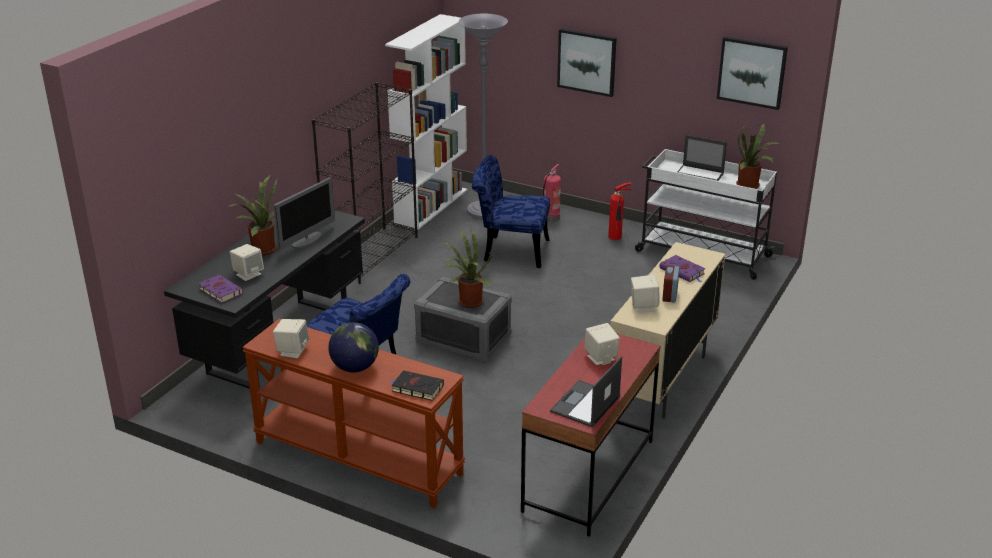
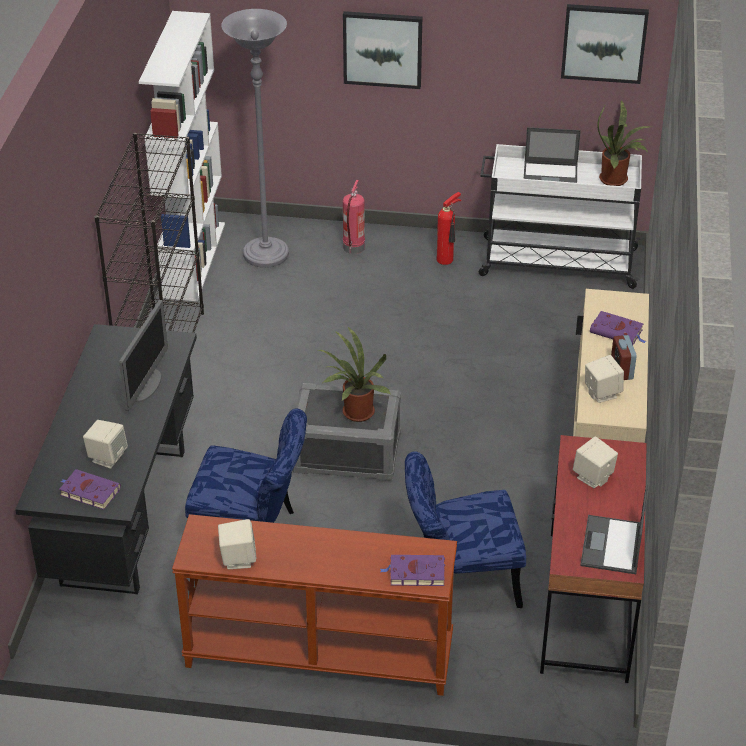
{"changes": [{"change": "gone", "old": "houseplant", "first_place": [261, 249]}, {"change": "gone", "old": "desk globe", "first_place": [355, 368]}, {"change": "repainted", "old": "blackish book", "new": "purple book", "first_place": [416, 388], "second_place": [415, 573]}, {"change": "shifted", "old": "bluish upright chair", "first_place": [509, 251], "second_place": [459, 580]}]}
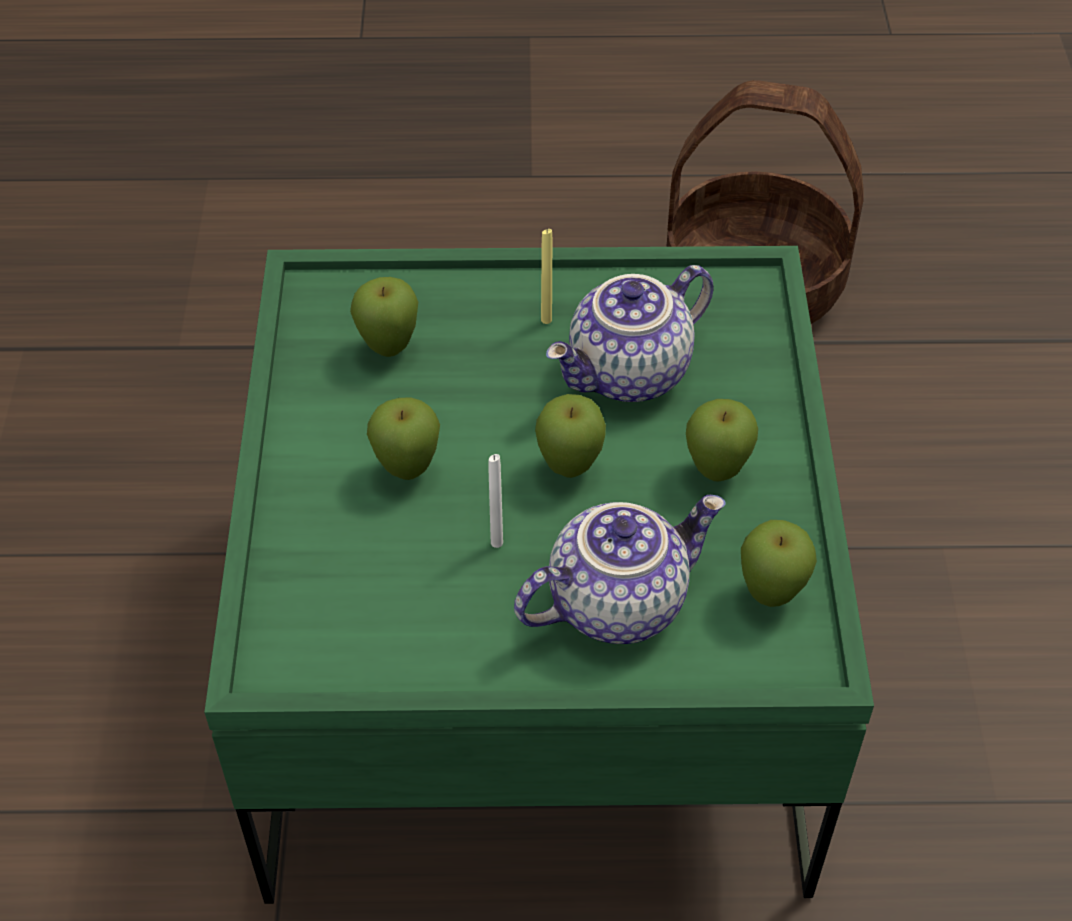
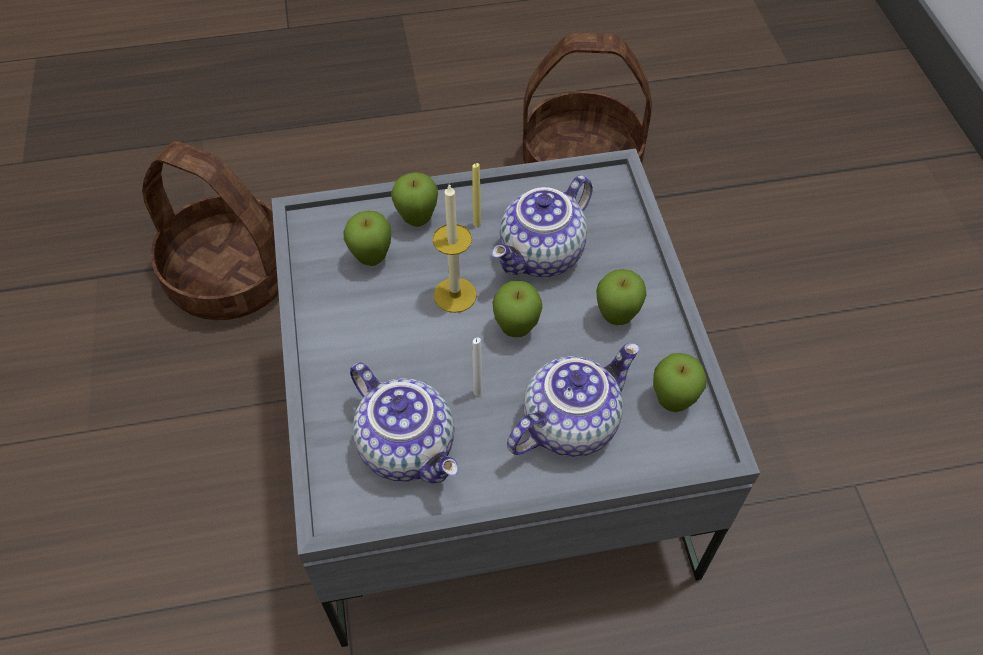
{"changes": [{"change": "repainted", "old": "green coffee table", "new": "gray coffee table", "first_place": [535, 668], "second_place": [491, 451]}, {"change": "shifted", "old": "apple", "first_place": [407, 471], "second_place": [417, 221]}, {"change": "new", "new": "household basket", "second_place": [232, 275]}, {"change": "new", "new": "pot for tea", "second_place": [409, 447]}, {"change": "new", "new": "wax light", "second_place": [455, 295]}]}
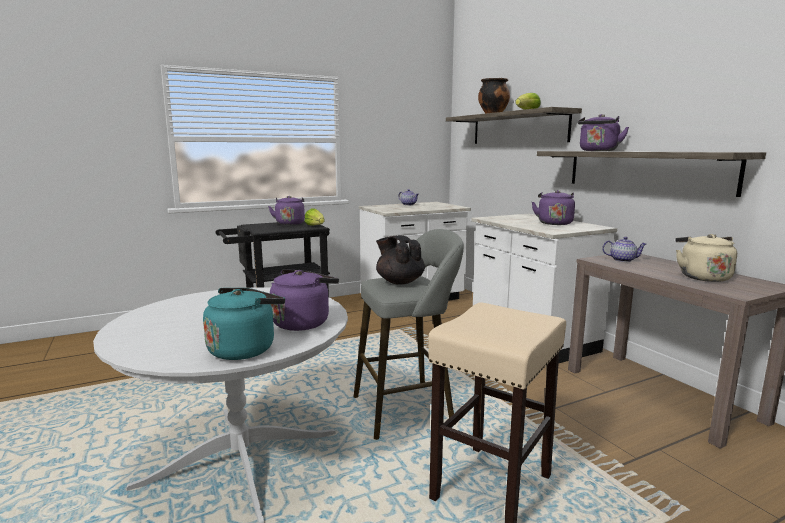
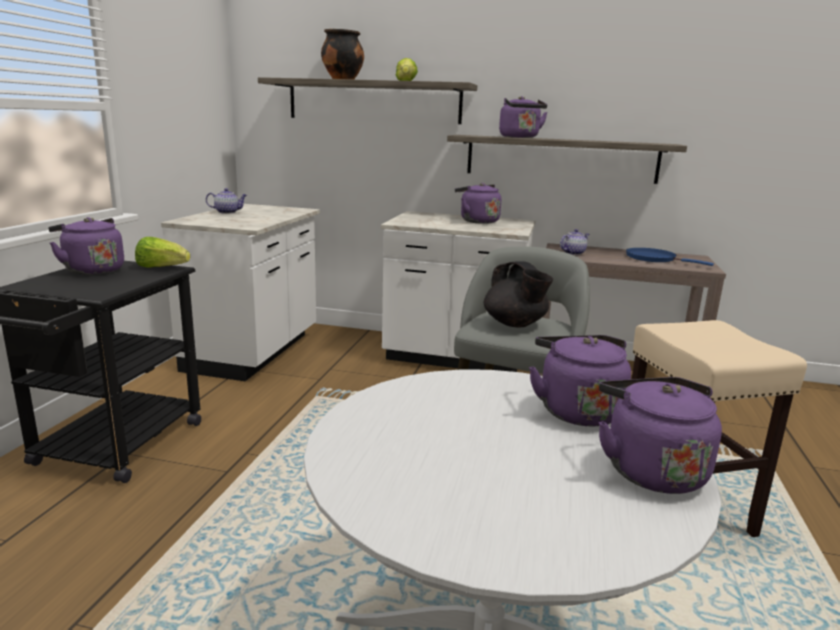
{"changes": [{"change": "repainted", "old": "turquoise kettle", "new": "purple kettle", "first_place": [244, 349], "second_place": [650, 469]}, {"change": "rotated", "old": "blackish pot for tea", "first_place": [399, 282], "second_place": [515, 324], "degrees": -120}, {"change": "swapped", "old": "beige-coloured kettle", "new": "bluish frying pan", "first_place": [702, 277], "second_place": [654, 259]}]}
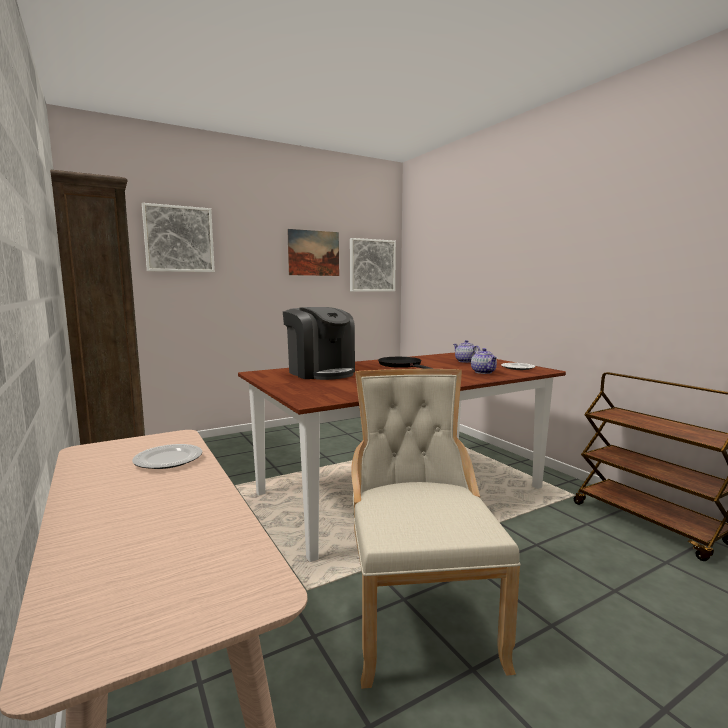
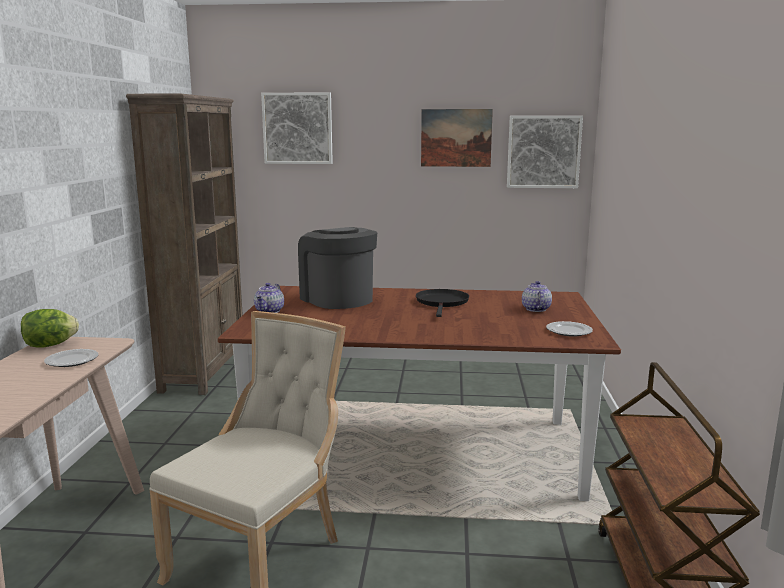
{"changes": [{"change": "rotated", "old": "coffee maker", "first_place": [321, 372], "second_place": [337, 299], "degrees": 150}, {"change": "shifted", "old": "pot for tea", "first_place": [483, 372], "second_place": [269, 311]}, {"change": "new", "new": "head of lettuce", "second_place": [50, 345]}]}
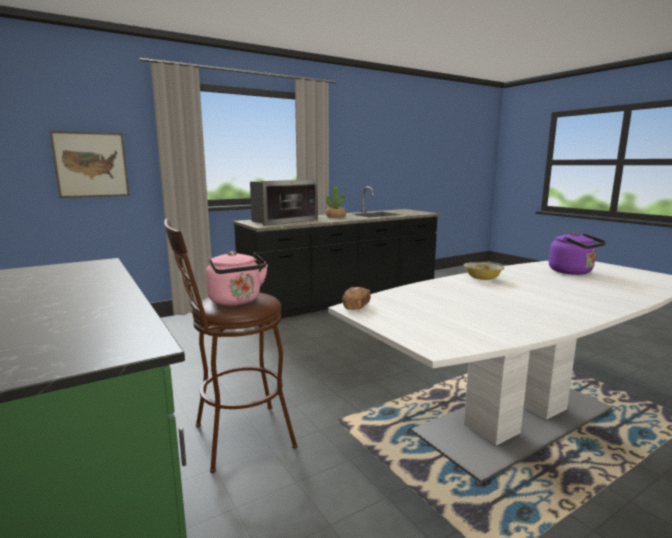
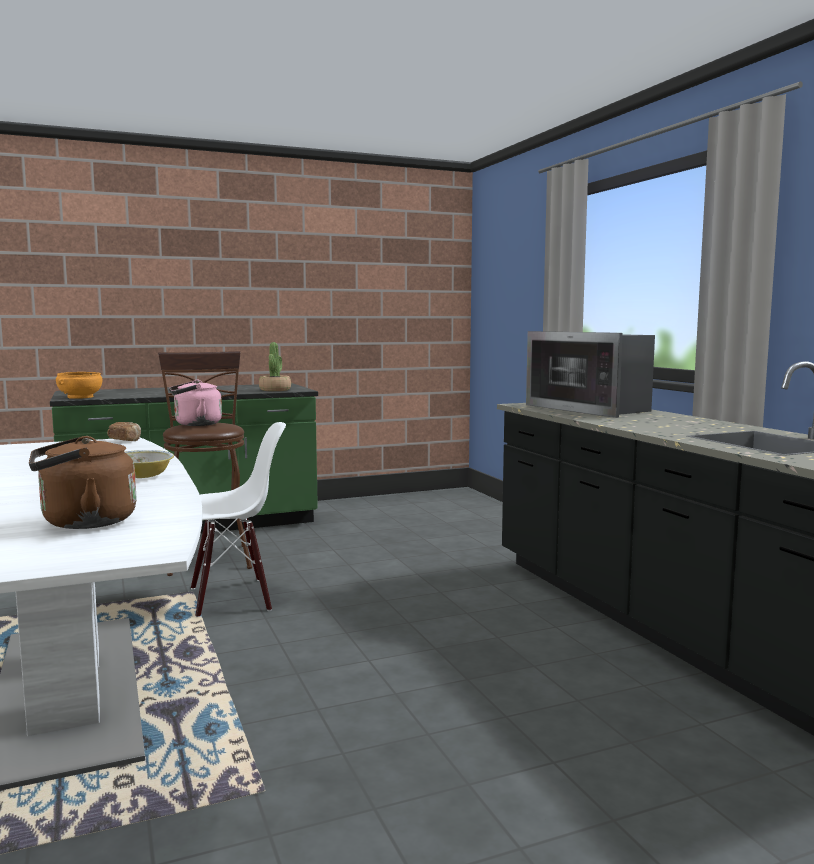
{"changes": [{"change": "gone", "old": "wall art", "first_place": [91, 165]}, {"change": "shifted", "old": "houseplant", "first_place": [336, 216], "second_place": [275, 390]}, {"change": "repainted", "old": "purple kettle", "new": "brownish kettle", "first_place": [573, 272], "second_place": [83, 522]}, {"change": "new", "new": "orangey deep dish", "second_place": [80, 397]}, {"change": "new", "new": "white upright chair", "second_place": [231, 598]}]}
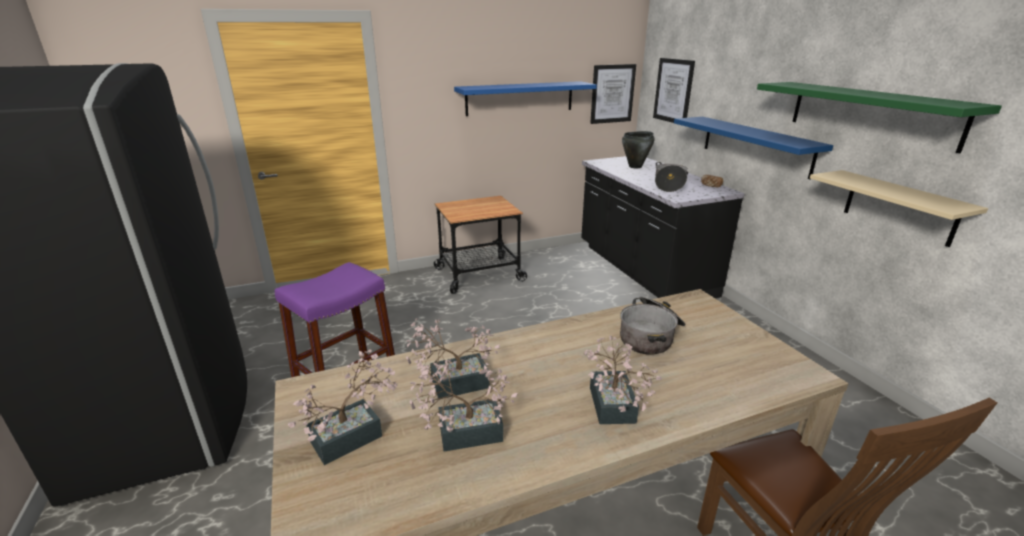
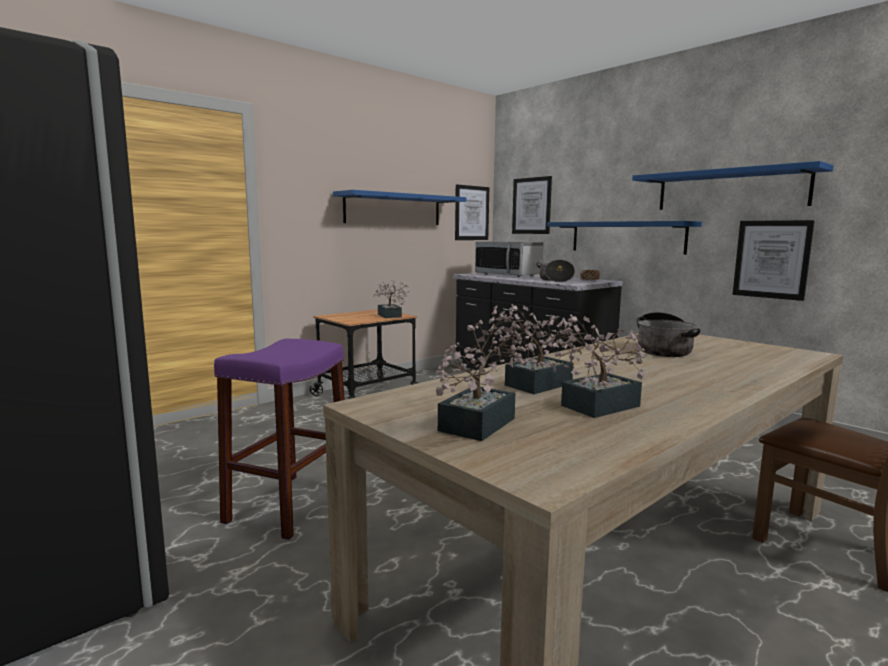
{"changes": [{"change": "shifted", "old": "houseplant", "first_place": [612, 410], "second_place": [390, 316]}, {"change": "swapped", "old": "blackish stockpot", "new": "kitchen microwave", "first_place": [635, 167], "second_place": [508, 275]}, {"change": "repainted", "old": "green shelf", "new": "bluish shelf", "first_place": [871, 113], "second_place": [730, 190]}, {"change": "swapped", "old": "beige-coloured shelf", "new": "wall art", "first_place": [899, 207], "second_place": [771, 259]}]}
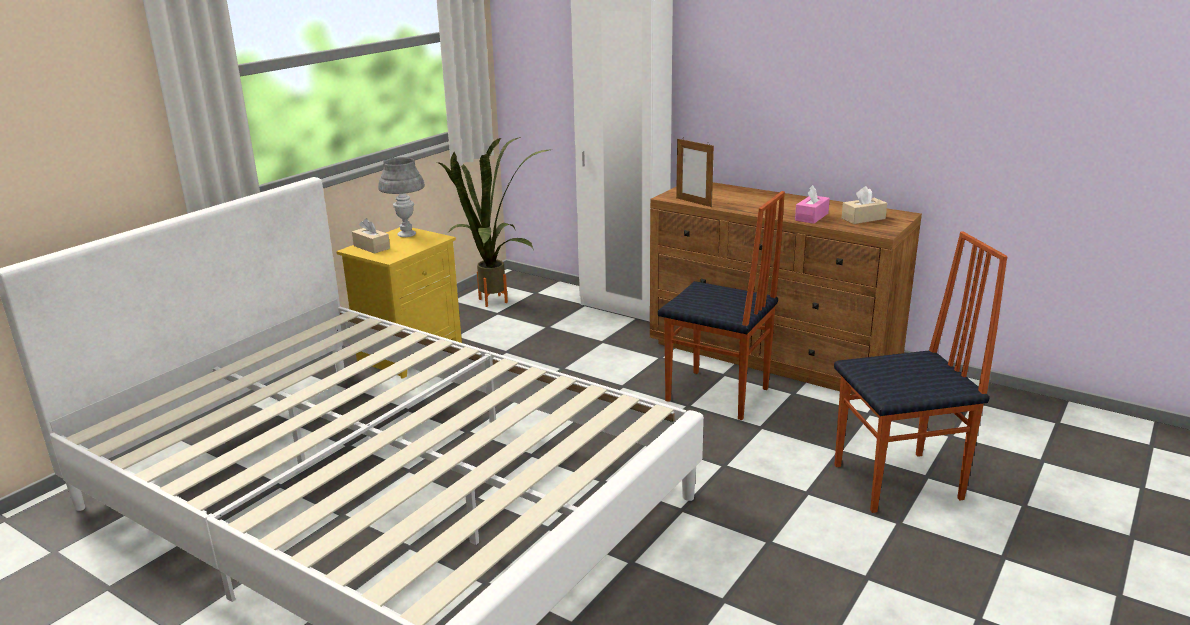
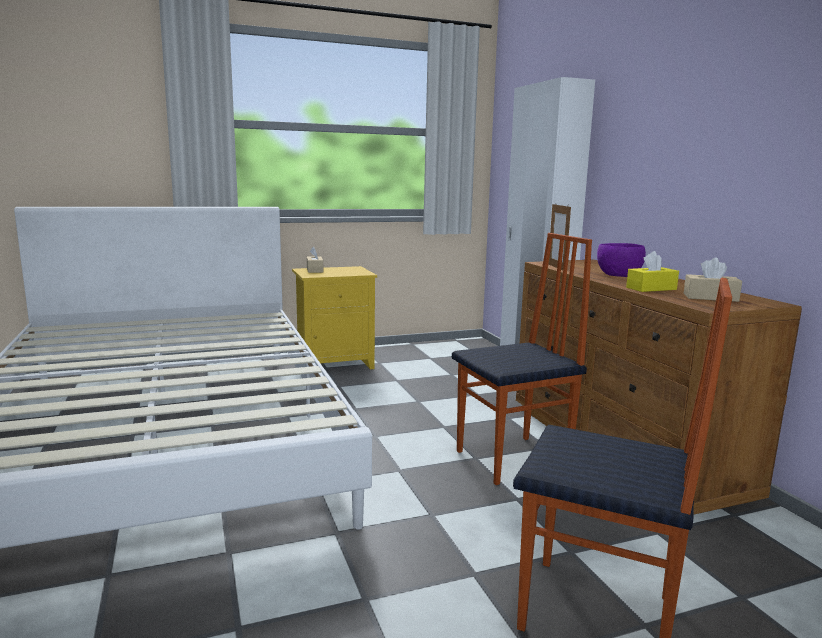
{"changes": [{"change": "gone", "old": "gray table lamp", "first_place": [406, 234]}, {"change": "gone", "old": "houseplant", "first_place": [493, 304]}, {"change": "rotated", "old": "upright chair", "first_place": [717, 395], "second_place": [514, 460], "degrees": -90}, {"change": "repainted", "old": "pink tissue box", "new": "yellow tissue box", "first_place": [811, 217], "second_place": [651, 288]}, {"change": "new", "new": "purple deep dish", "second_place": [619, 276]}]}
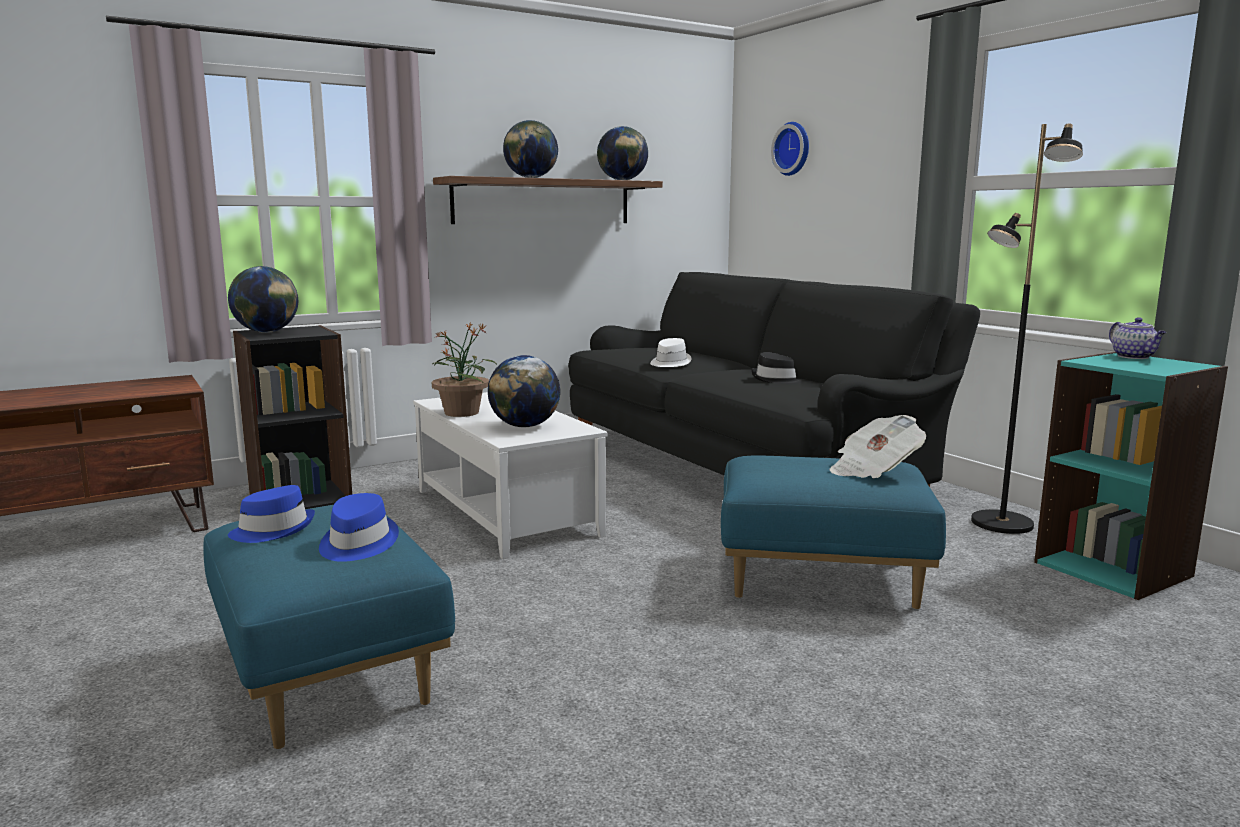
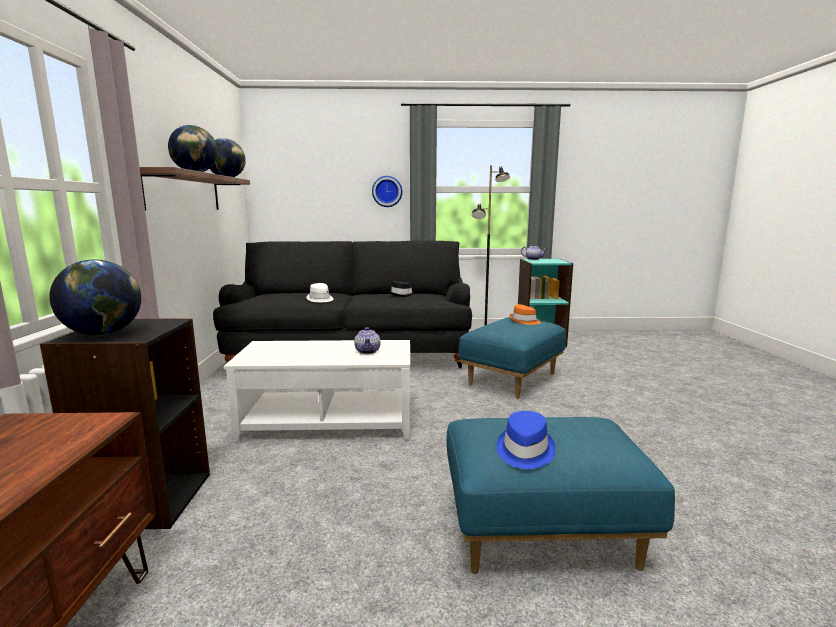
{"changes": [{"change": "gone", "old": "bluish hat", "first_place": [357, 544]}, {"change": "gone", "old": "houseplant", "first_place": [462, 412]}, {"change": "swapped", "old": "desk globe", "new": "pot for tea", "first_place": [525, 426], "second_place": [368, 351]}, {"change": "shifted", "old": "hanging clock", "first_place": [793, 149], "second_place": [387, 191]}, {"change": "swapped", "old": "printed paper", "new": "orangey hat", "first_place": [873, 470], "second_place": [524, 321]}]}
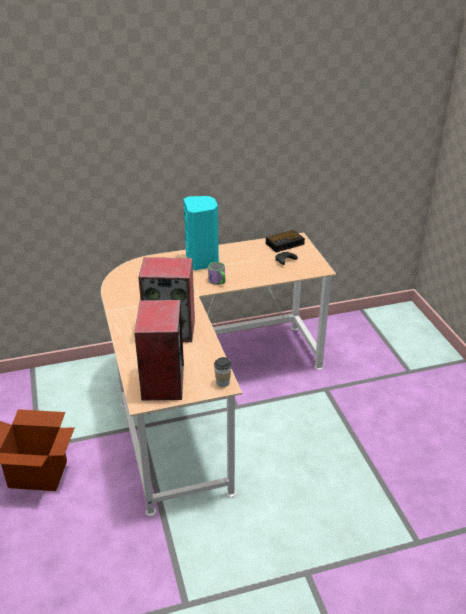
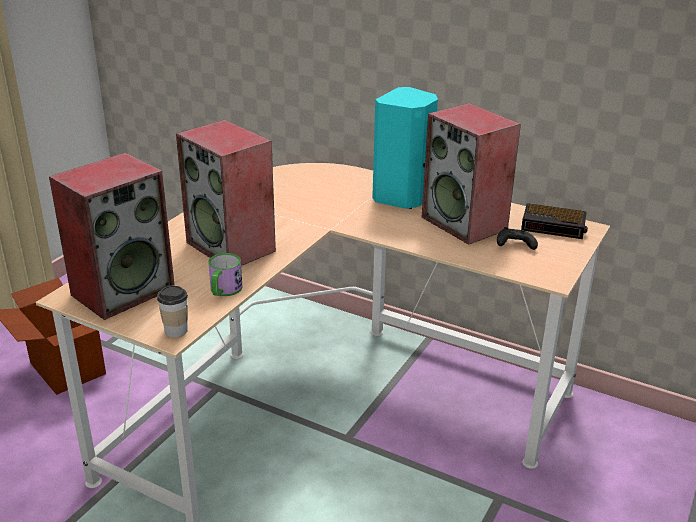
{"changes": [{"change": "shifted", "old": "tea mug", "first_place": [218, 281], "second_place": [224, 291]}, {"change": "new", "new": "loudspeaker", "second_place": [465, 223]}]}
